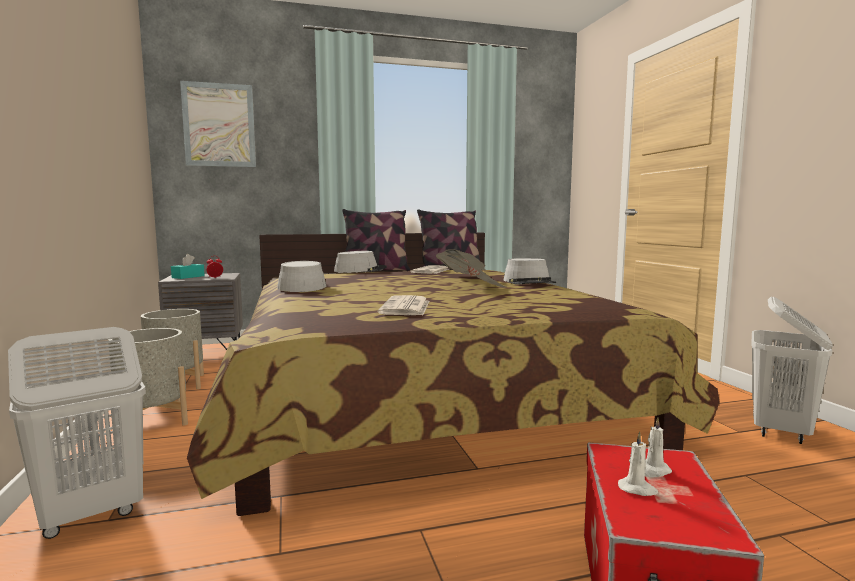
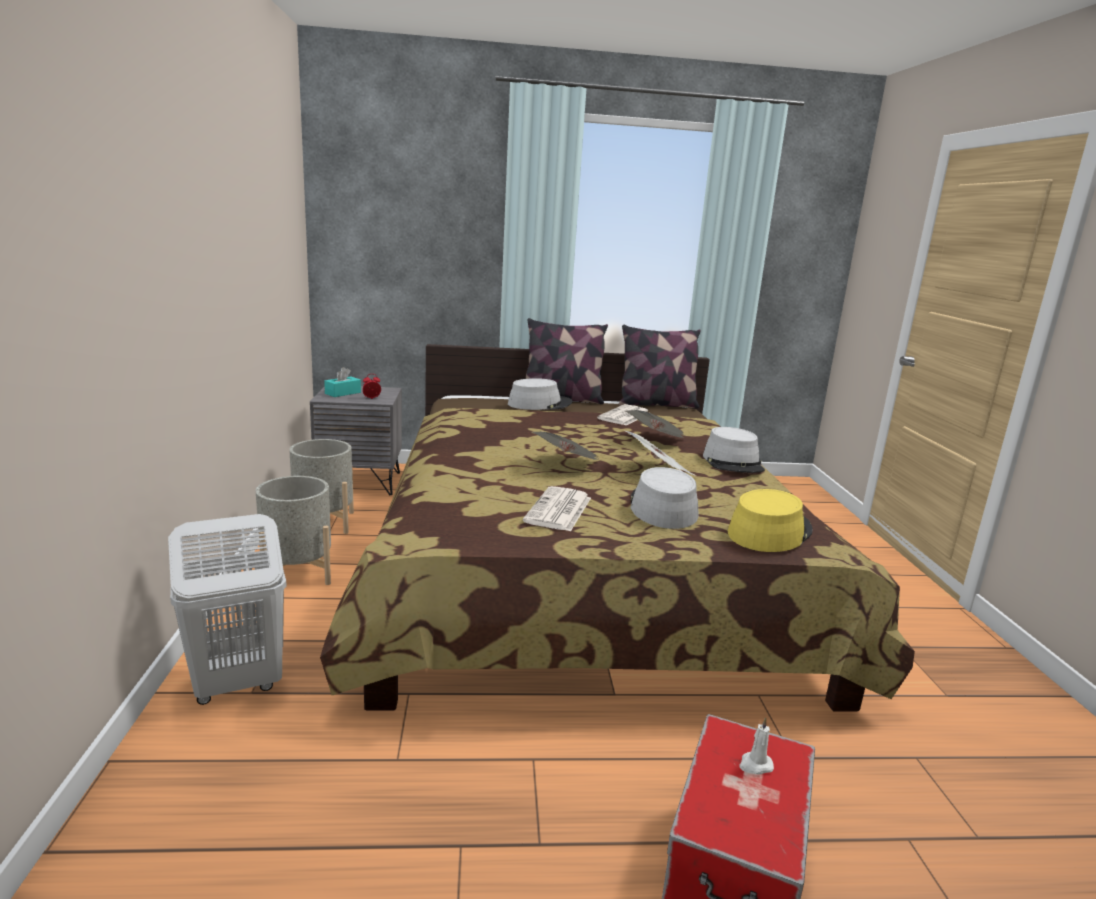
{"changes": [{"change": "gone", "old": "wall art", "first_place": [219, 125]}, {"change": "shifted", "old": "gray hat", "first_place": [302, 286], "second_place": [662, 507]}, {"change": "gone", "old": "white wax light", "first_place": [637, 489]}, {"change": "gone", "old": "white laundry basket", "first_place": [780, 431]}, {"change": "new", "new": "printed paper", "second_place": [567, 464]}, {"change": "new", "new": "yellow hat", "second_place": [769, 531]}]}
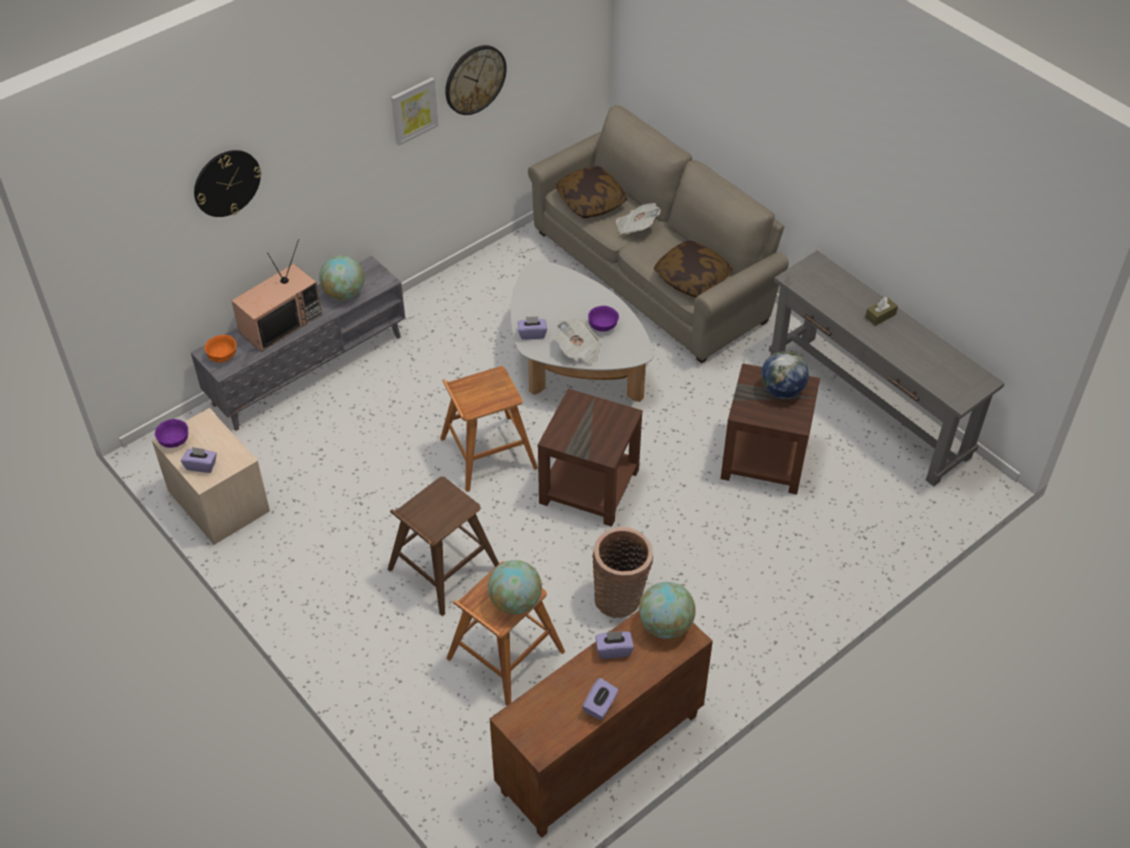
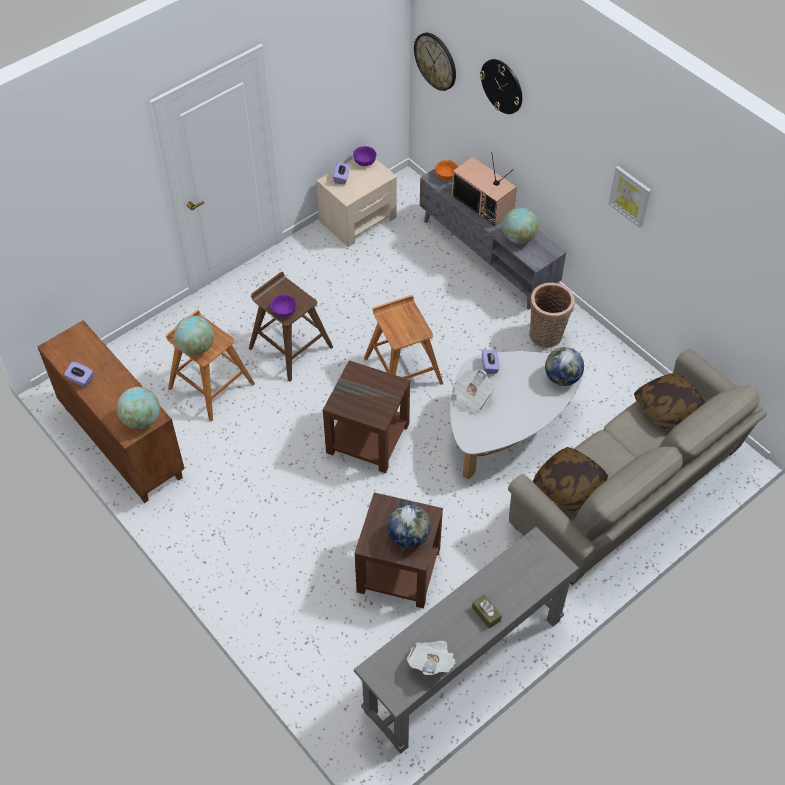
{"changes": [{"change": "shifted", "old": "hanging clock", "first_place": [475, 79], "second_place": [435, 61]}, {"change": "shifted", "old": "purple deep dish", "first_place": [602, 326], "second_place": [284, 311]}, {"change": "shifted", "old": "household basket", "first_place": [620, 598], "second_place": [546, 337]}, {"change": "gone", "old": "purple tissue box", "first_place": [614, 650]}, {"change": "shifted", "old": "printed paper", "first_place": [636, 227], "second_place": [432, 662]}, {"change": "new", "new": "desk globe", "second_place": [562, 378]}]}
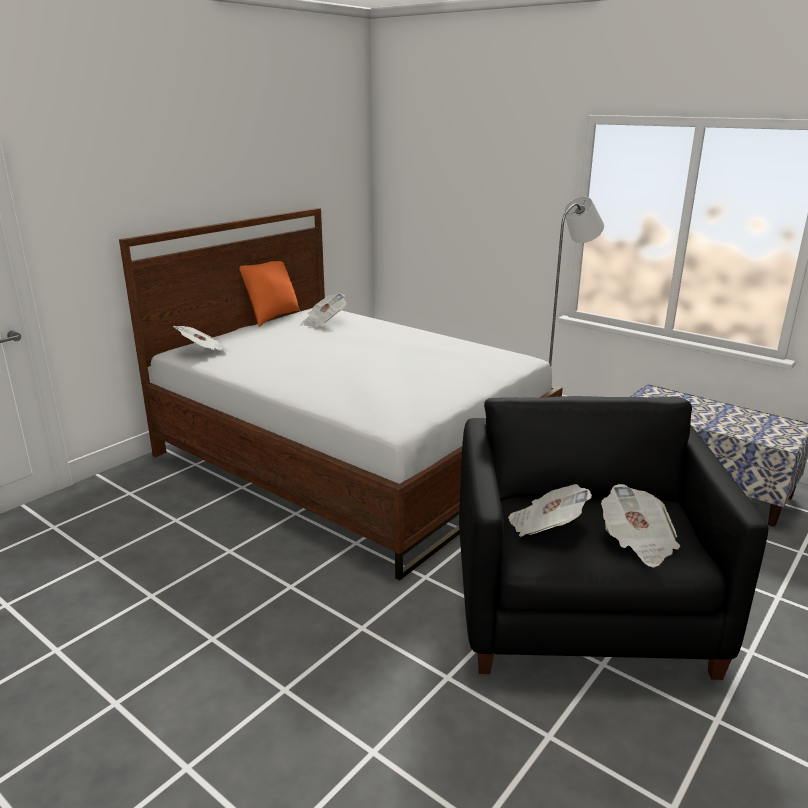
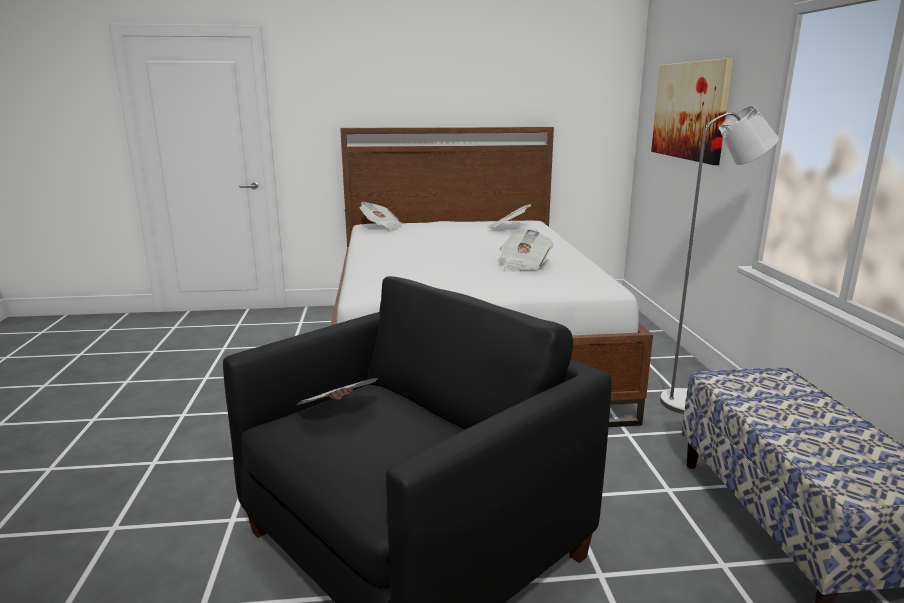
{"changes": [{"change": "gone", "old": "orangey throw pillow", "first_place": [272, 317]}, {"change": "shifted", "old": "printed paper", "first_place": [637, 543], "second_place": [523, 265]}, {"change": "new", "new": "wall art", "second_place": [689, 111]}]}
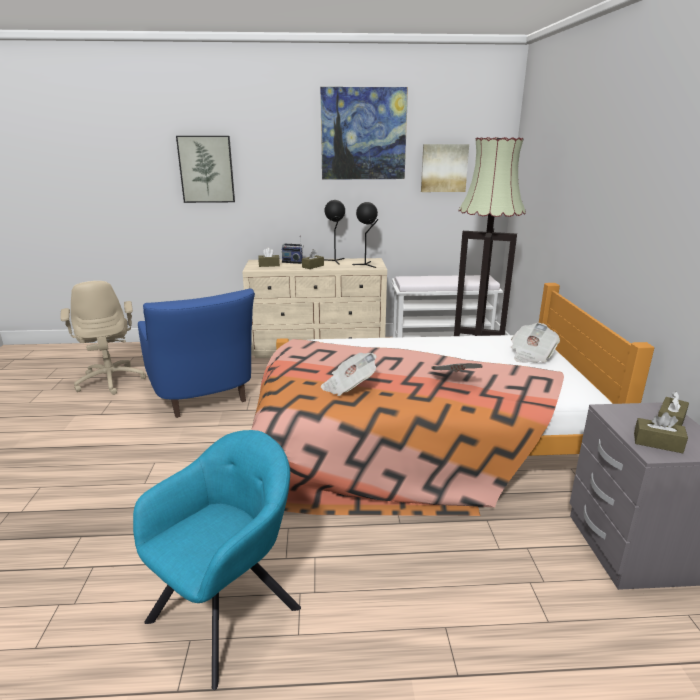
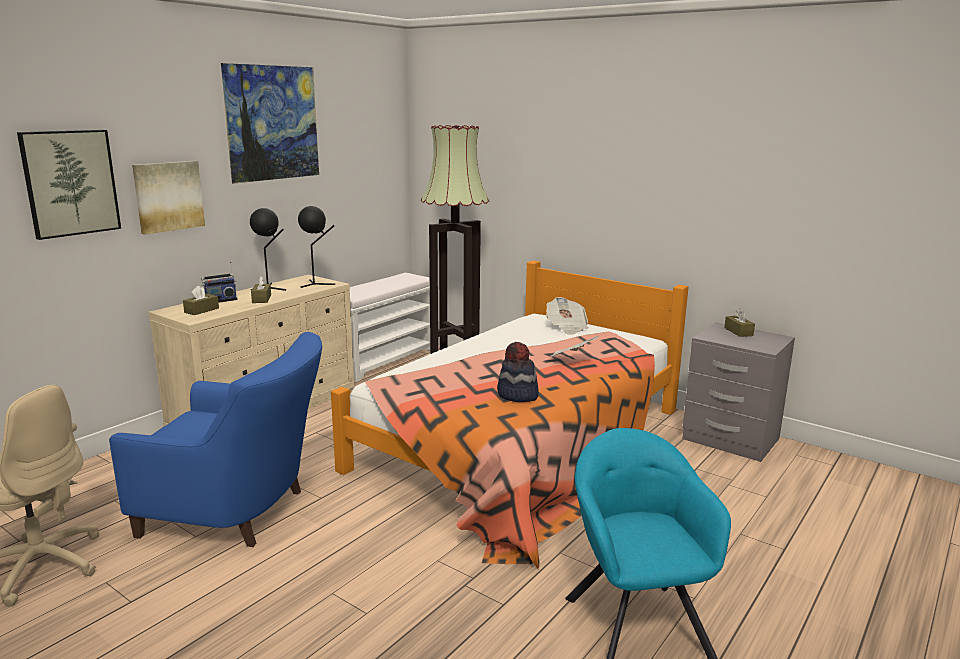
{"changes": [{"change": "swapped", "old": "printed paper", "new": "hat", "first_place": [348, 387], "second_place": [517, 395]}, {"change": "shifted", "old": "wall art", "first_place": [444, 168], "second_place": [168, 196]}, {"change": "gone", "old": "brownish tissue box", "first_place": [657, 443]}]}
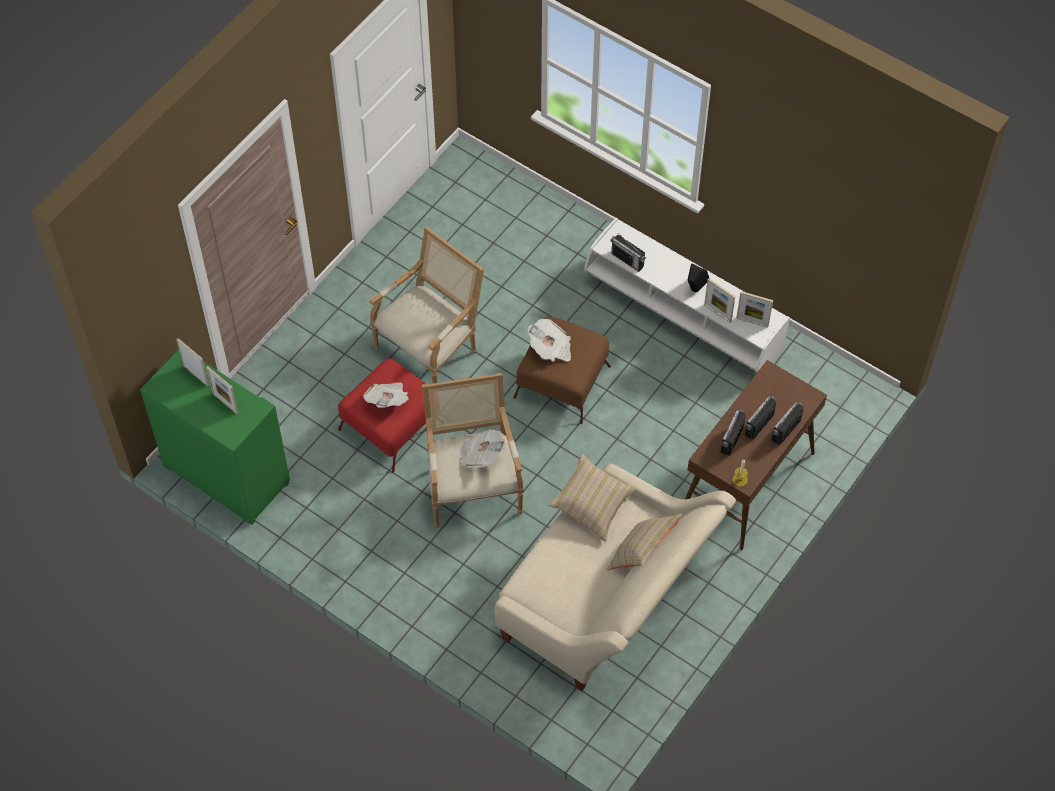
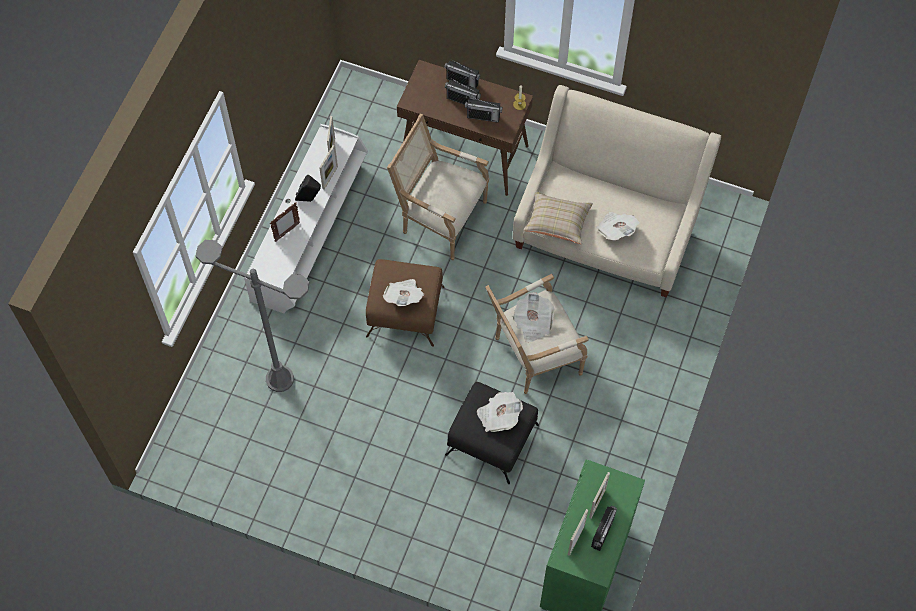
{"changes": [{"change": "repainted", "old": "red pouffe", "new": "blackish pouffe", "first_place": [390, 426], "second_place": [492, 440]}, {"change": "shifted", "old": "easy chair", "first_place": [431, 349], "second_place": [440, 218]}, {"change": "gone", "old": "beige-coloured throw pillow", "first_place": [642, 555]}, {"change": "shifted", "old": "radio set", "first_place": [627, 260], "second_place": [602, 533]}, {"change": "new", "new": "gray standard lamp", "second_place": [280, 379]}, {"change": "new", "new": "picture frame", "second_place": [287, 232]}, {"change": "new", "new": "printed paper", "second_place": [616, 230]}]}
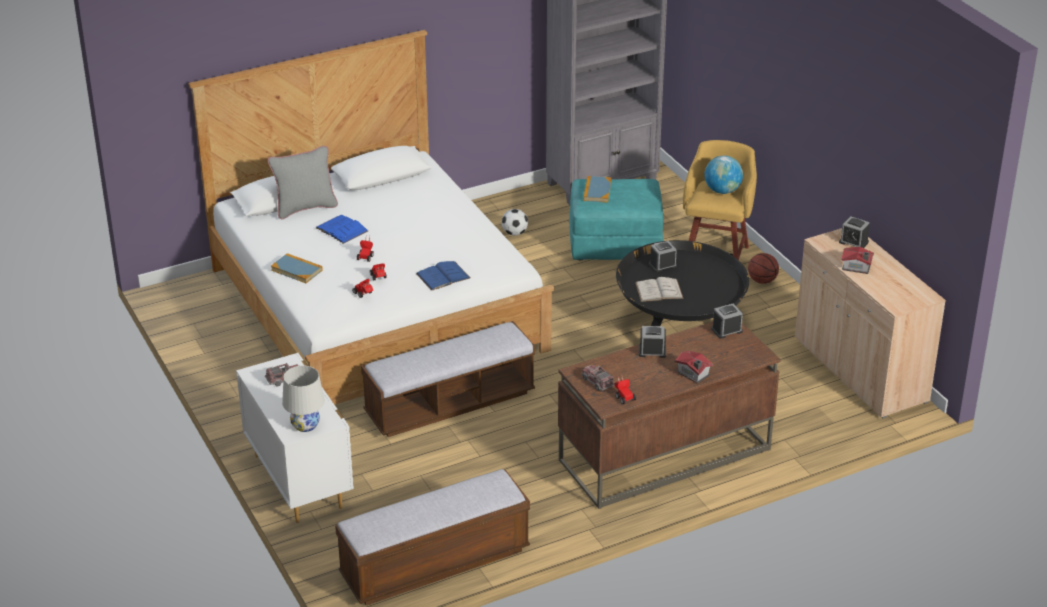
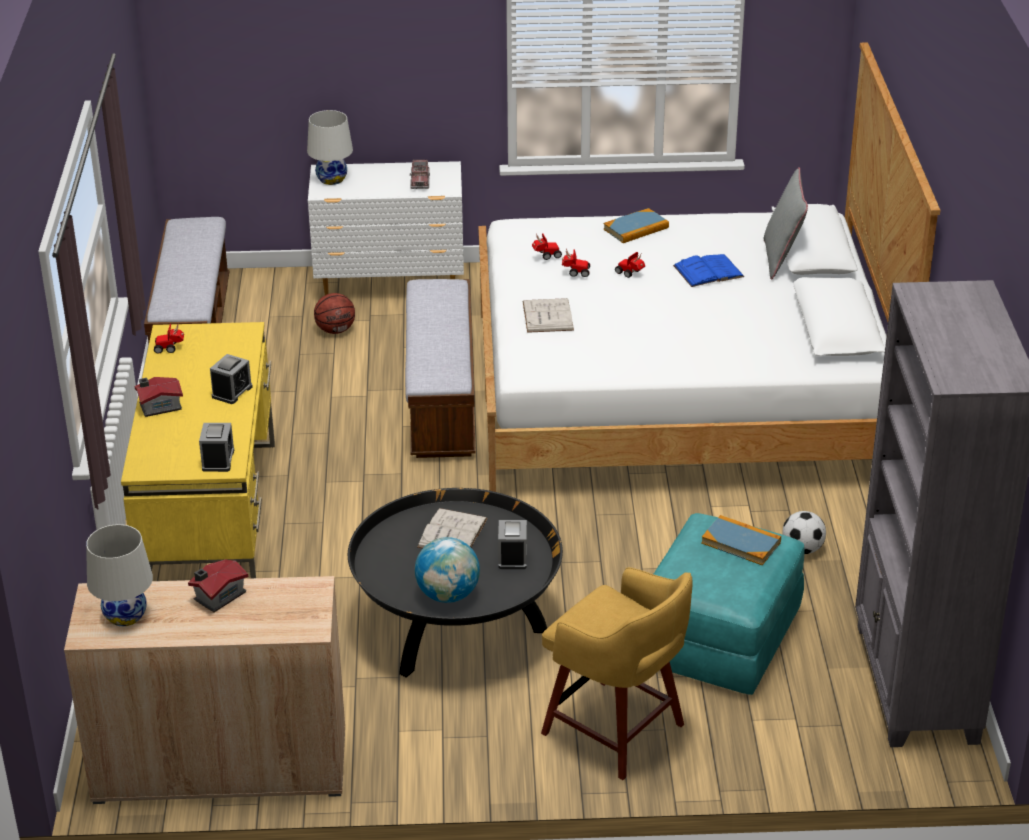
{"changes": [{"change": "repainted", "old": "bluish book", "new": "white book", "first_place": [443, 276], "second_place": [547, 316]}, {"change": "repainted", "old": "brownish desk", "new": "yellow desk", "first_place": [663, 455], "second_place": [211, 522]}, {"change": "gone", "old": "toy truck", "first_place": [597, 382]}, {"change": "shifted", "old": "desk globe", "first_place": [722, 191], "second_place": [448, 595]}, {"change": "shifted", "old": "basketball ball", "first_place": [762, 281], "second_place": [335, 330]}, {"change": "gone", "old": "table clock", "first_place": [853, 242]}, {"change": "new", "new": "white table lamp", "second_place": [125, 615]}]}
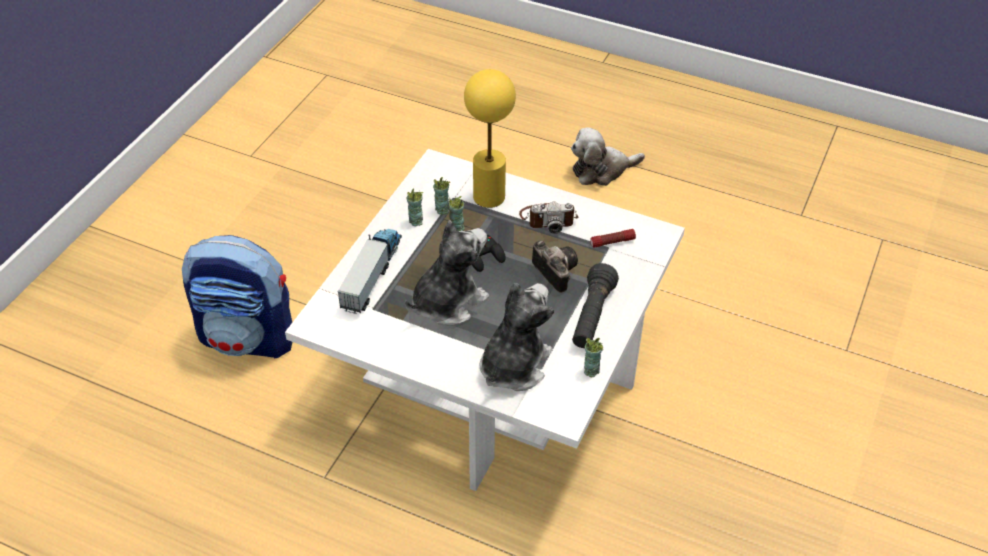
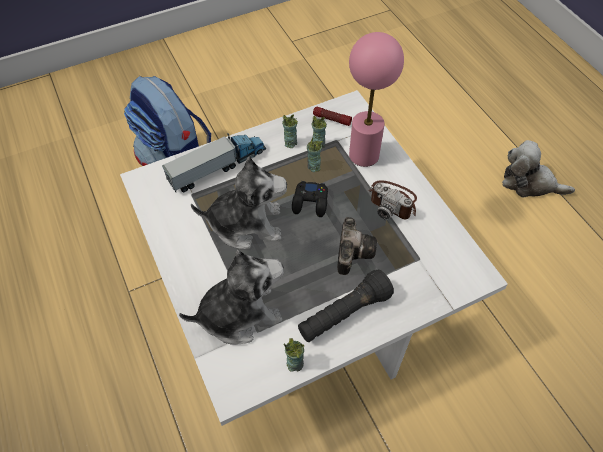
{"changes": [{"change": "repainted", "old": "yellow table lamp", "new": "pink table lamp", "first_place": [489, 196], "second_place": [364, 155]}, {"change": "shifted", "old": "hand torch", "first_place": [612, 242], "second_place": [332, 119]}]}
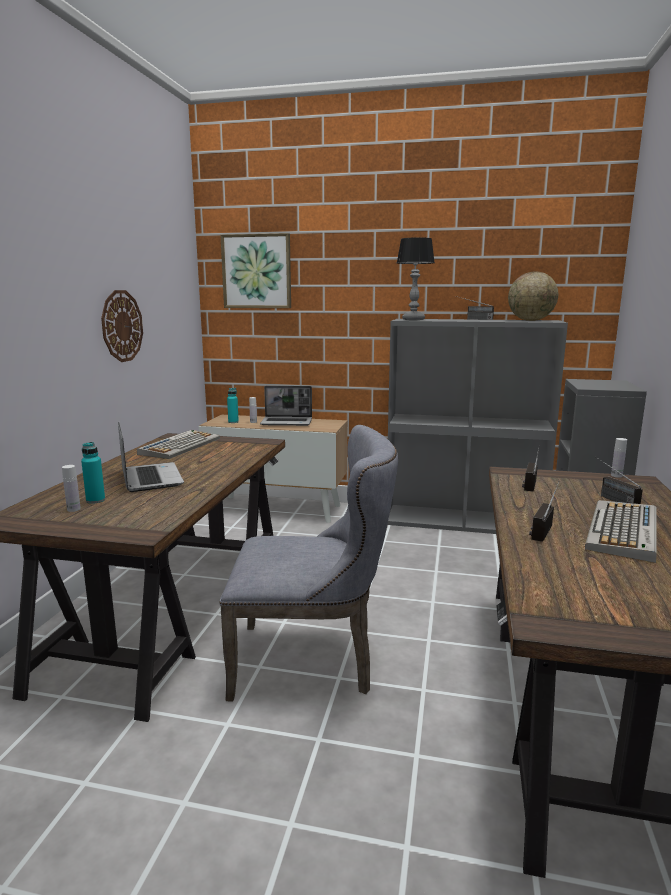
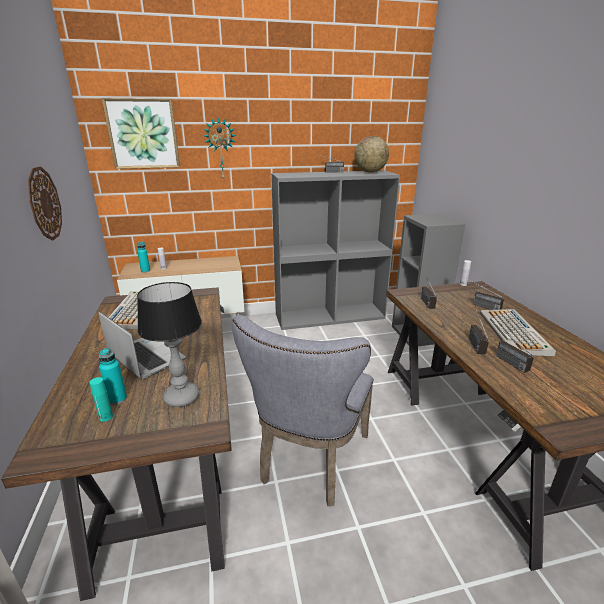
{"changes": [{"change": "repainted", "old": "white beverage bottle", "new": "turquoise beverage bottle", "first_place": [73, 509], "second_place": [106, 417]}, {"change": "rotated", "old": "gray upright chair", "first_place": [313, 660], "second_place": [310, 462], "degrees": 135}, {"change": "gone", "old": "laptop", "first_place": [287, 422]}, {"change": "shifted", "old": "table lamp", "first_place": [413, 319], "second_place": [182, 398]}, {"change": "new", "new": "hanging clock", "second_place": [220, 149]}, {"change": "new", "new": "radio set", "second_place": [503, 359]}]}
